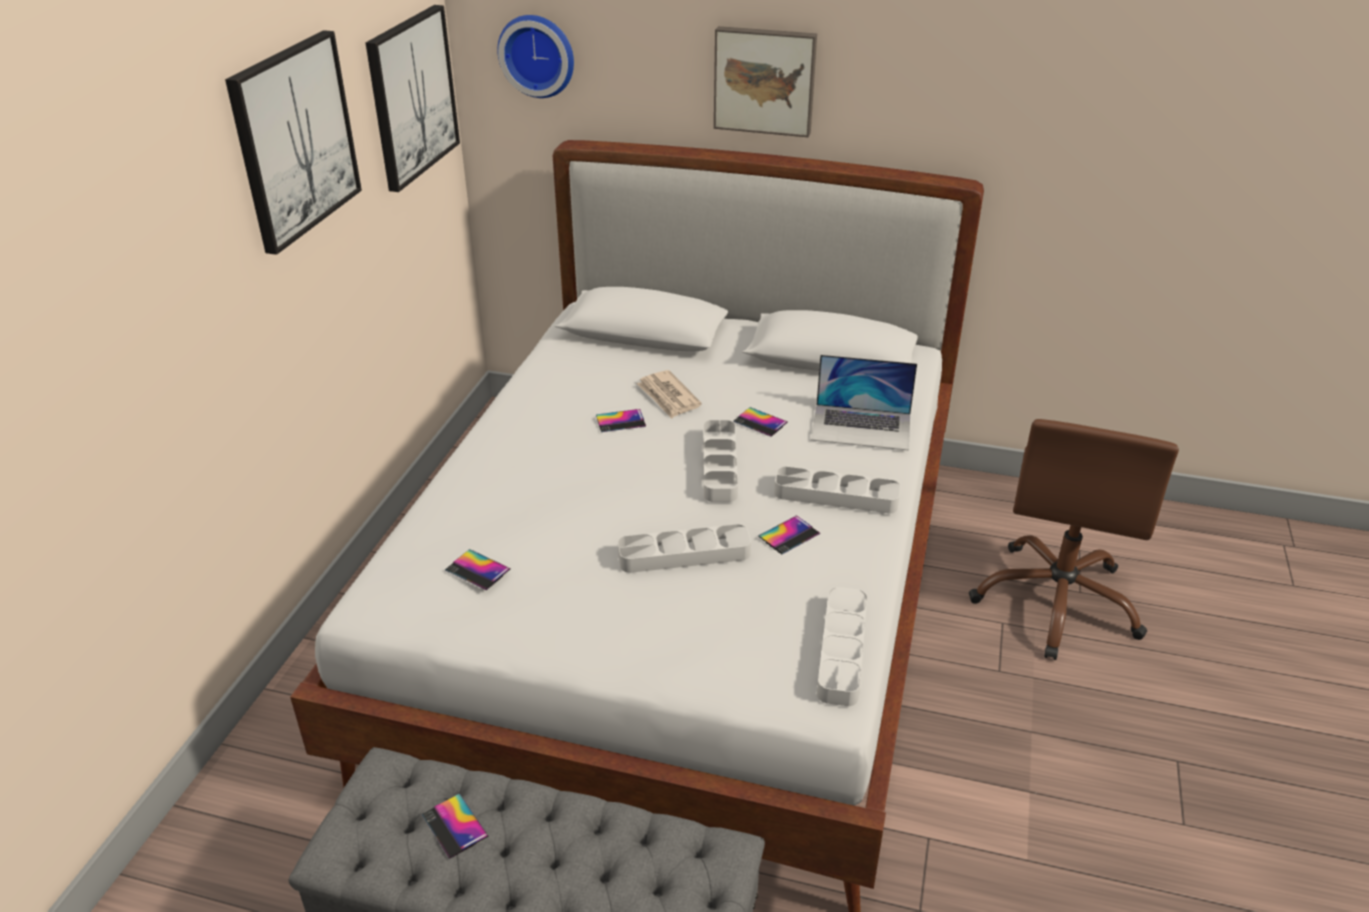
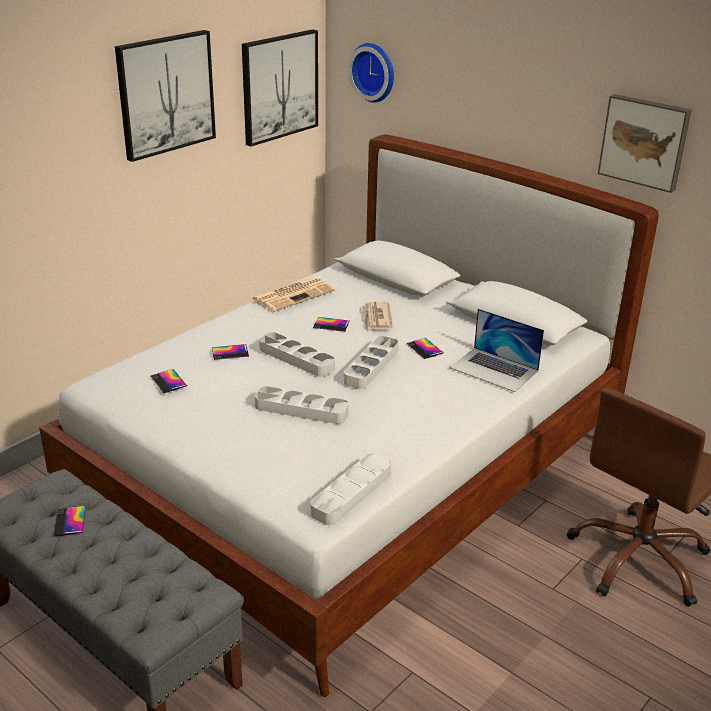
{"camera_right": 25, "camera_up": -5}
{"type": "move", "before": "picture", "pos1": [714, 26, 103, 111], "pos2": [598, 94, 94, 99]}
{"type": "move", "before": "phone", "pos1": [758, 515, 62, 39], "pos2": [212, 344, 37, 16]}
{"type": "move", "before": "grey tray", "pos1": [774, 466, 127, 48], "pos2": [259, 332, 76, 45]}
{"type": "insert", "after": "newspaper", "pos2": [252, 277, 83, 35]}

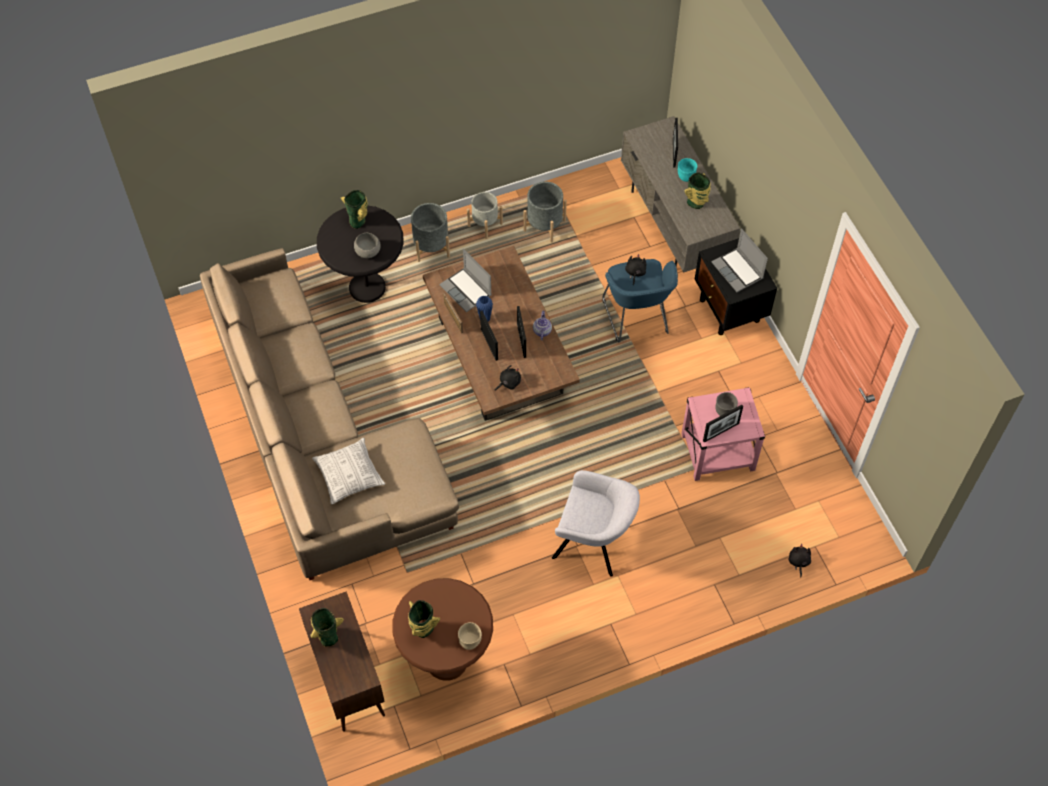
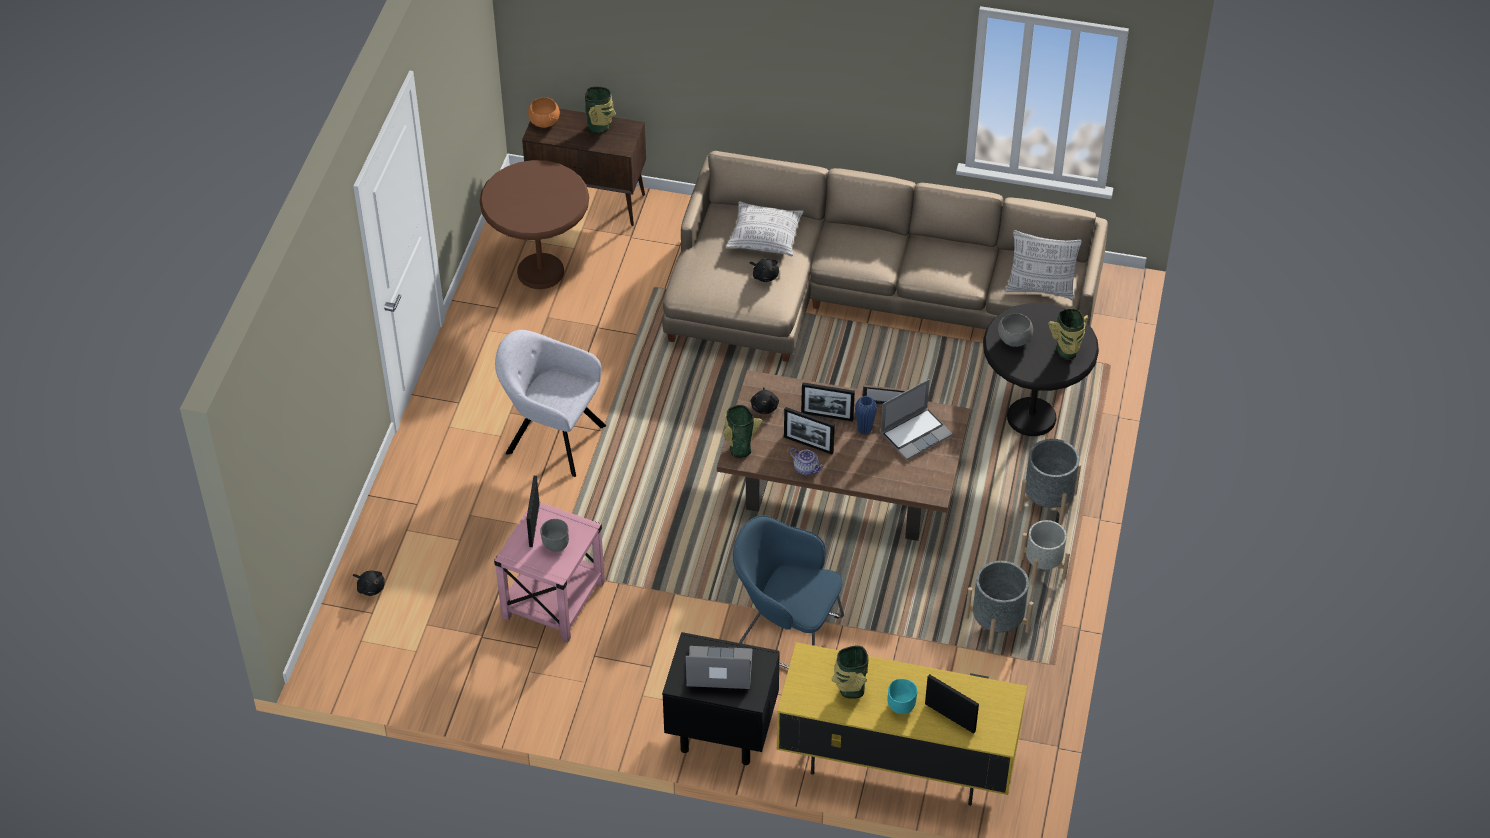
{"camera_right": 125, "camera_up": -10}
{"type": "move", "before": "vase", "pos1": [408, 600, 32, 38], "pos2": [723, 405, 39, 53]}
{"type": "rotate", "before": "laptop", "pos1": [439, 249, 52, 63], "pos2": [880, 379, 73, 81], "turn": 150}
{"type": "delete", "before": "beige bowl", "pos1": [458, 622, 24, 28]}
{"type": "rotate", "before": "grey armchair", "pos1": [552, 470, 88, 106], "pos2": [495, 330, 111, 147], "turn": 60}
{"type": "recolor", "before": "grey tv stand", "after": "yellow tv stand", "pos1": [621, 116, 119, 157], "pos2": [776, 642, 251, 164]}
{"type": "move", "before": "black plush toy", "pos1": [625, 254, 21, 31], "pos2": [750, 259, 29, 23]}
{"type": "insert", "after": "orange bowl", "pos2": [528, 97, 32, 31]}
{"type": "insert", "after": "pillow", "pos2": [1006, 230, 76, 70]}

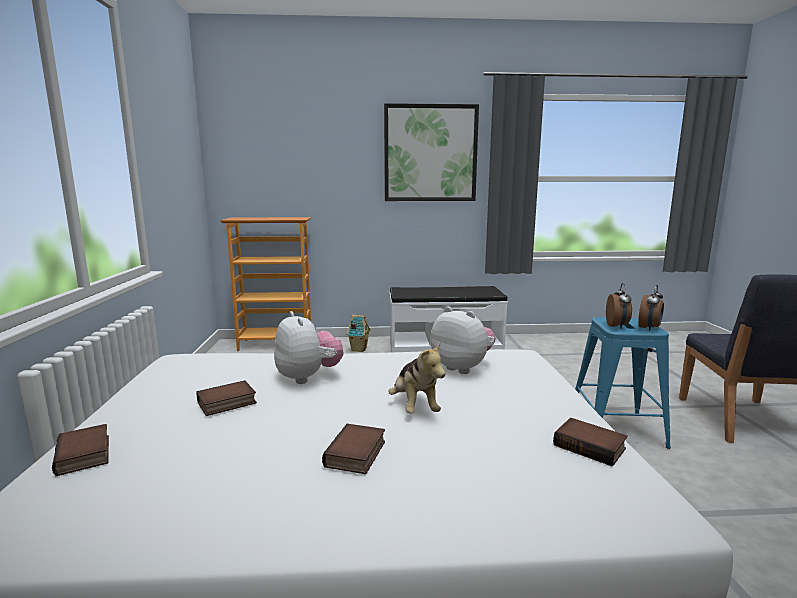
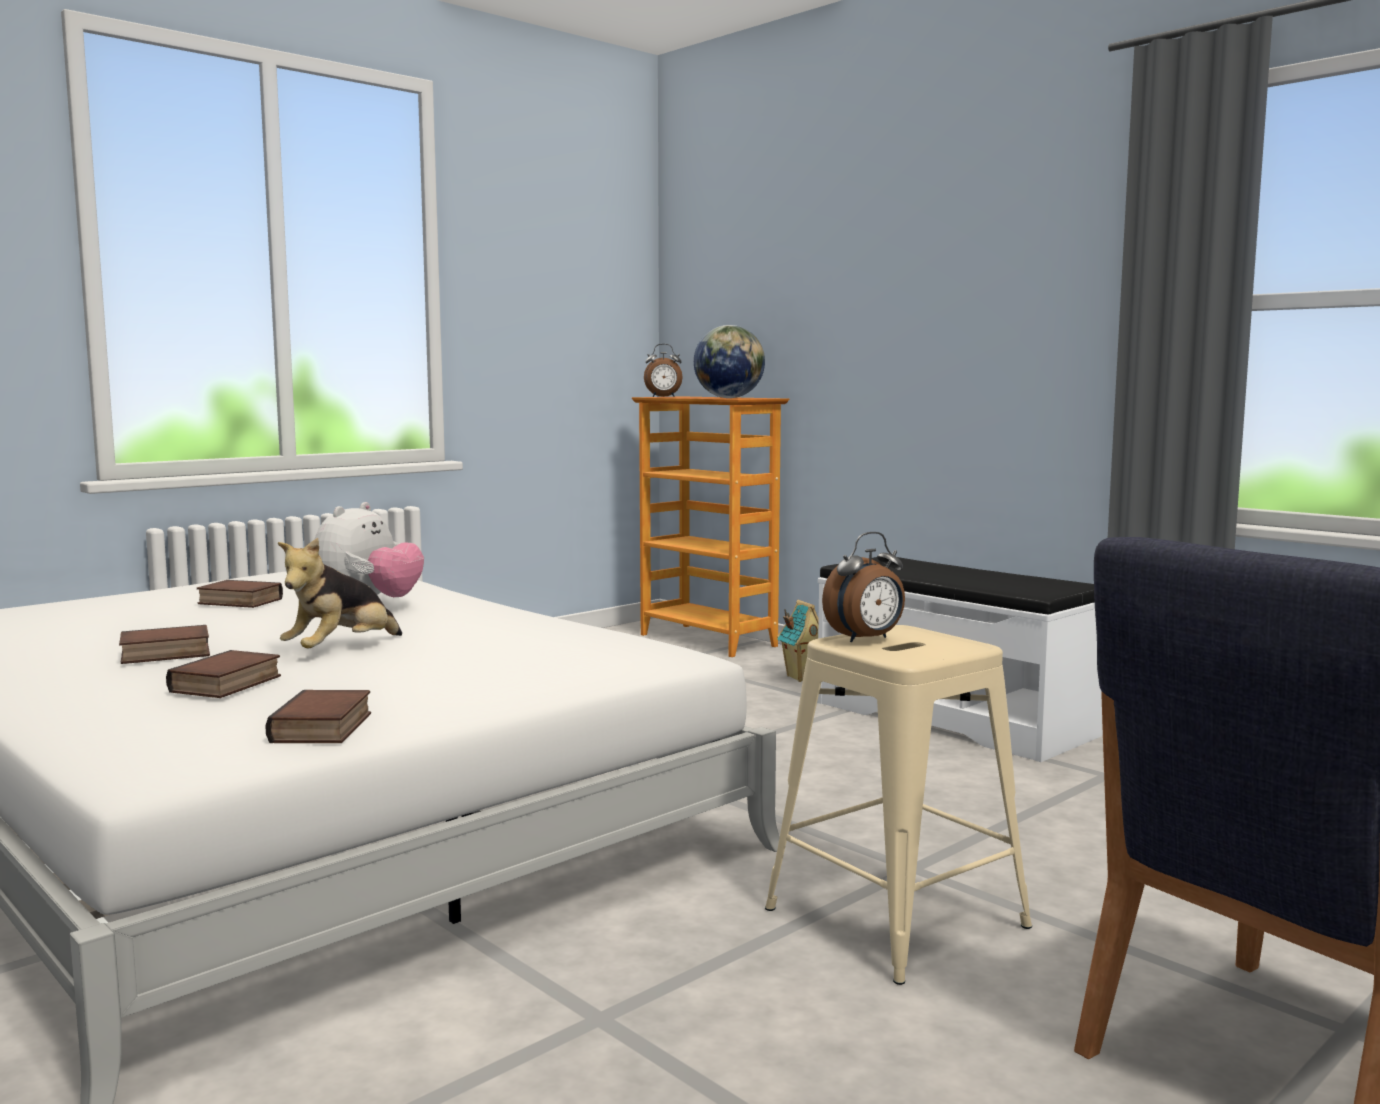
{"camera_right": 50, "camera_up": -5}
{"type": "move", "before": "book", "pos1": [52, 424, 57, 52], "pos2": [166, 650, 115, 48]}
{"type": "delete", "before": "picture", "pos1": [384, 103, 95, 98]}
{"type": "delete", "before": "plush toy", "pos1": [431, 307, 64, 67]}
{"type": "recolor", "before": "blue stool", "after": "beige stool", "pos1": [575, 317, 96, 132], "pos2": [765, 625, 267, 360]}
{"type": "move", "before": "alarm clock", "pos1": [638, 285, 26, 46], "pos2": [644, 344, 39, 53]}
{"type": "insert", "after": "globe", "pos2": [694, 325, 71, 73]}

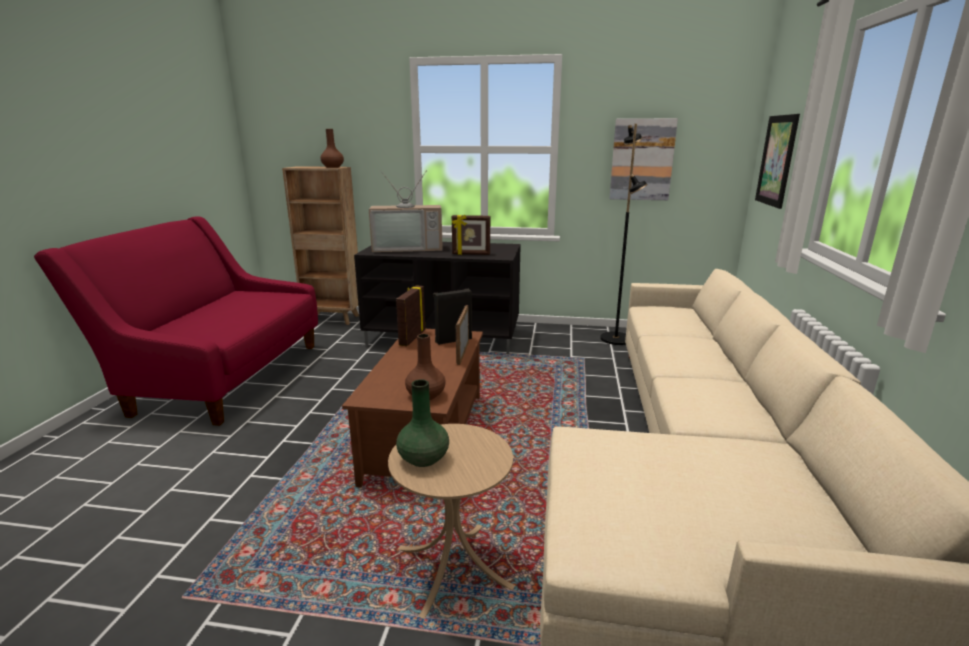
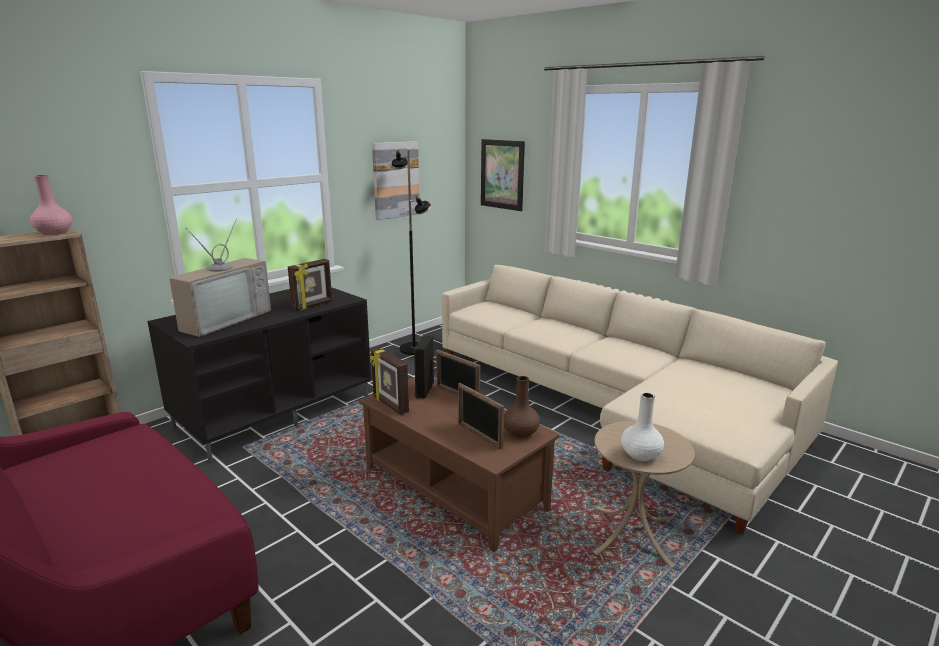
{"camera_right": -55, "camera_up": 0}
{"type": "recolor", "before": "brown vase", "after": "pink vase", "pos1": [320, 129, 24, 39], "pos2": [30, 175, 42, 60]}
{"type": "recolor", "before": "green vase", "after": "white vase", "pos1": [396, 379, 53, 88], "pos2": [621, 392, 43, 69]}
{"type": "insert", "after": "picture frame", "pos2": [458, 383, 46, 67]}

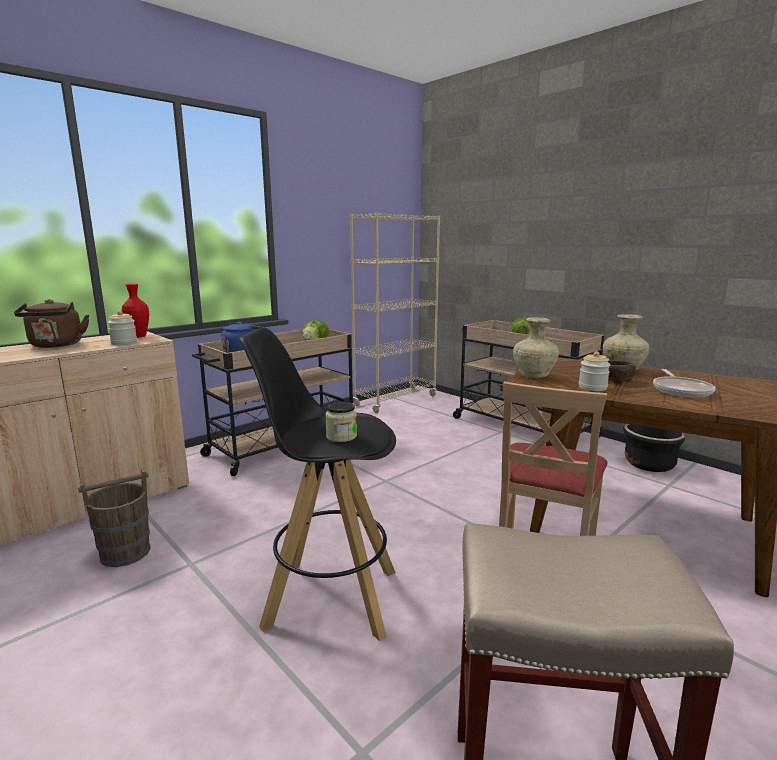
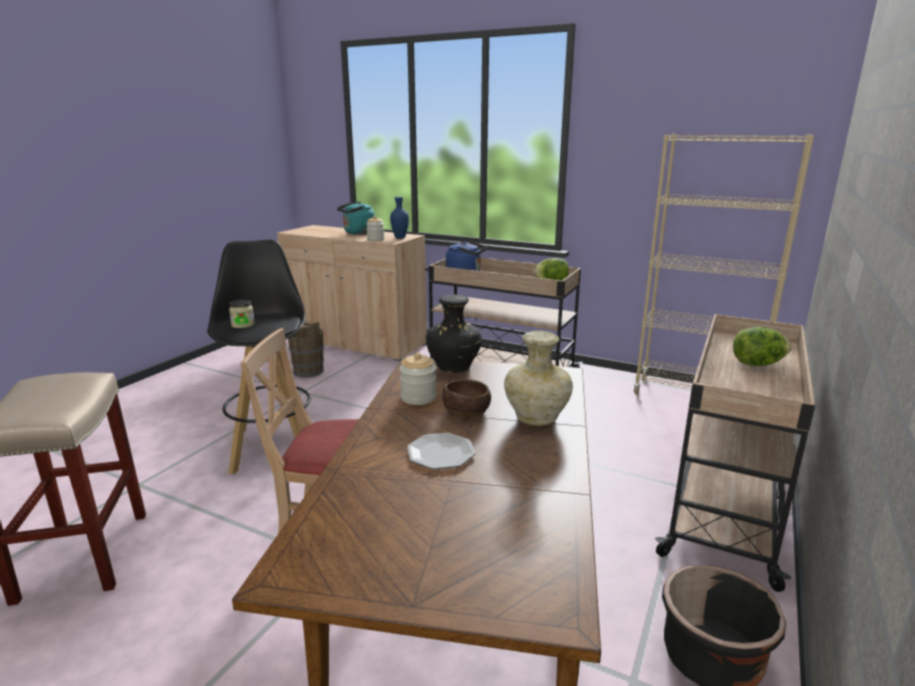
{"camera_right": 70, "camera_up": 5}
{"type": "recolor", "before": "brown kettle", "after": "turquoise kettle", "pos1": [14, 299, 75, 49], "pos2": [337, 202, 38, 32]}
{"type": "recolor", "before": "red vase", "after": "blue vase", "pos1": [121, 284, 28, 54], "pos2": [390, 197, 19, 42]}
{"type": "recolor", "before": "beige vase", "after": "black vase", "pos1": [513, 317, 46, 61], "pos2": [426, 295, 56, 78]}
{"type": "replace", "before": "frying pan", "after": "plate", "pos1": [653, 369, 63, 28], "pos2": [407, 433, 68, 36]}

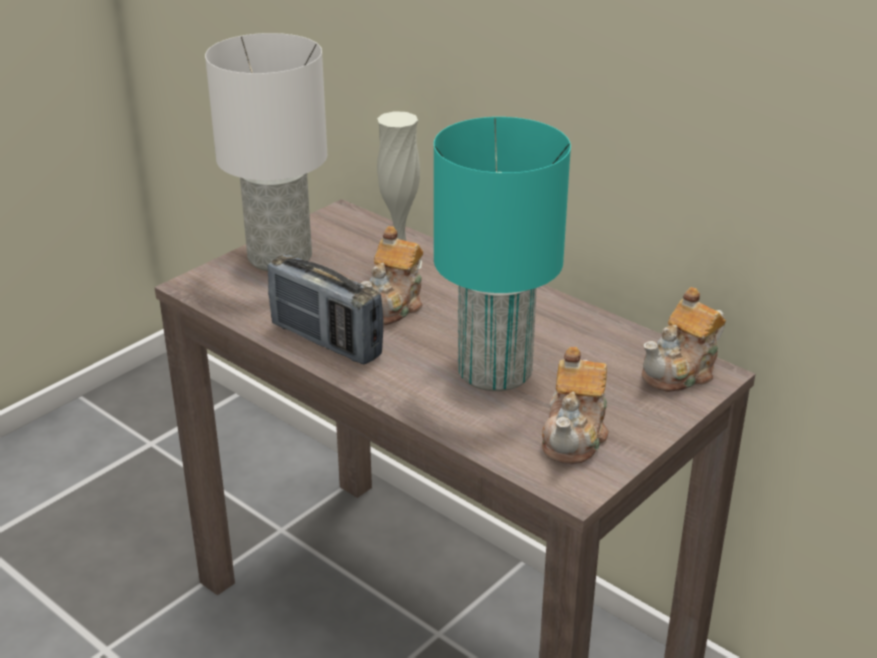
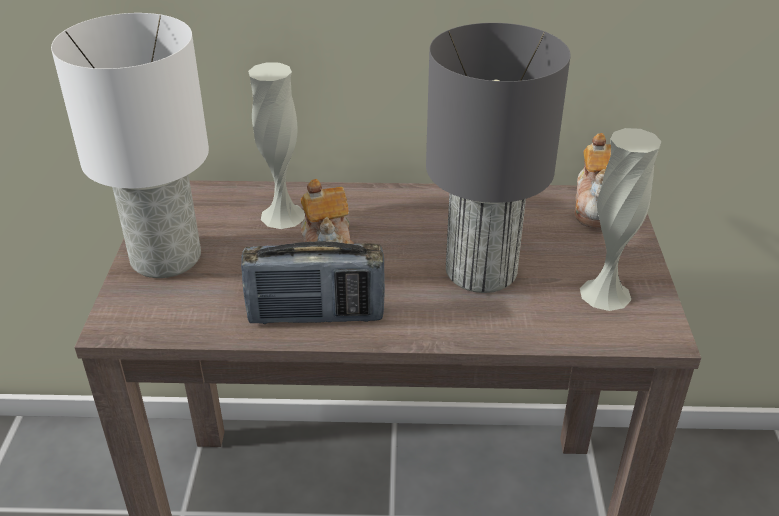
{"camera_right": -40, "camera_up": 5}
{"type": "recolor", "before": "turquoise table lamp", "after": "grey table lamp", "pos1": [434, 117, 137, 274], "pos2": [426, 23, 145, 270]}
{"type": "replace", "before": "teapot", "after": "white vase", "pos1": [542, 347, 67, 117], "pos2": [580, 128, 82, 183]}

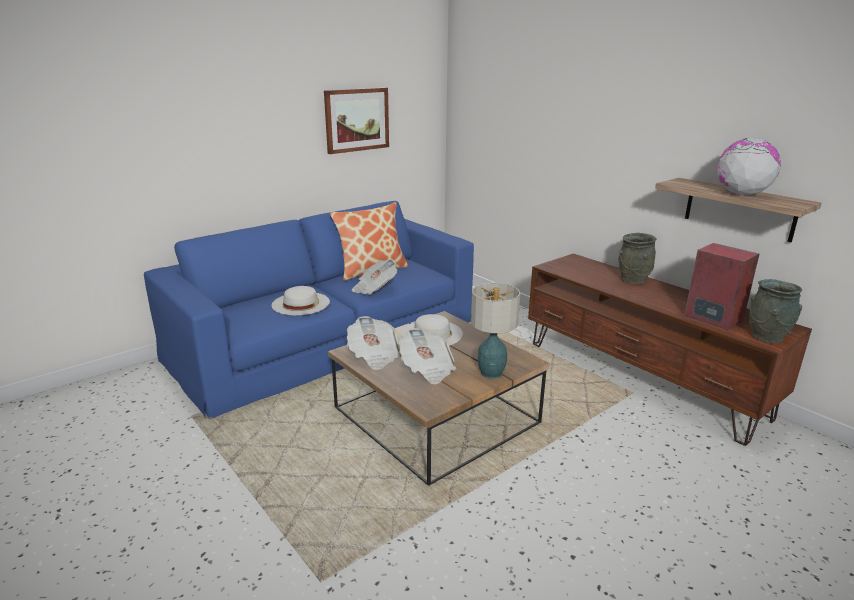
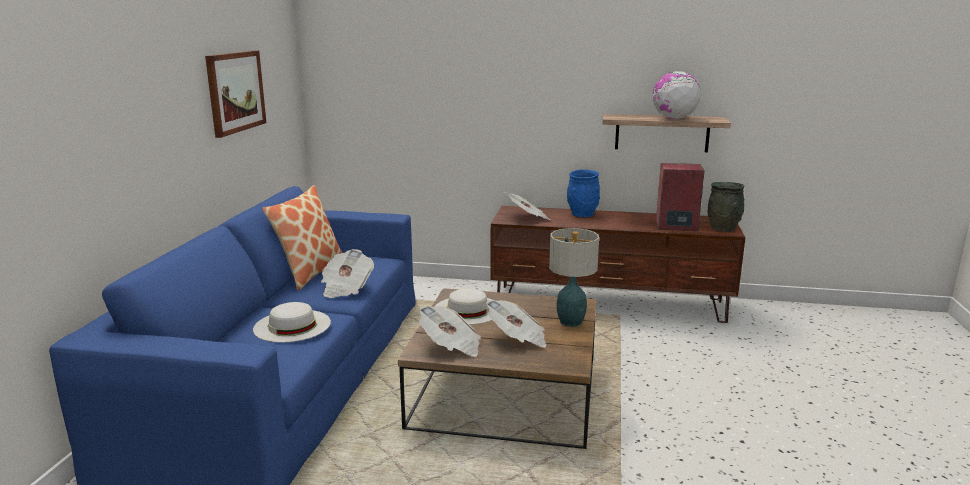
{"camera_right": -40, "camera_up": -5}
{"type": "recolor", "before": "grey vase", "after": "blue vase", "pos1": [618, 233, 39, 51], "pos2": [567, 169, 33, 48]}
{"type": "insert", "after": "newspaper", "pos2": [504, 192, 46, 28]}

